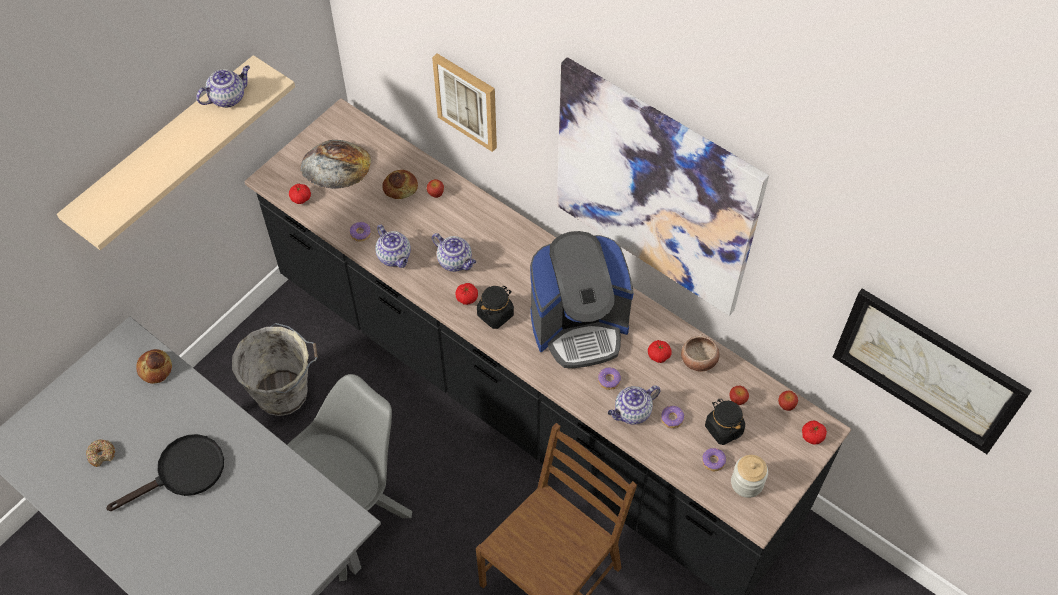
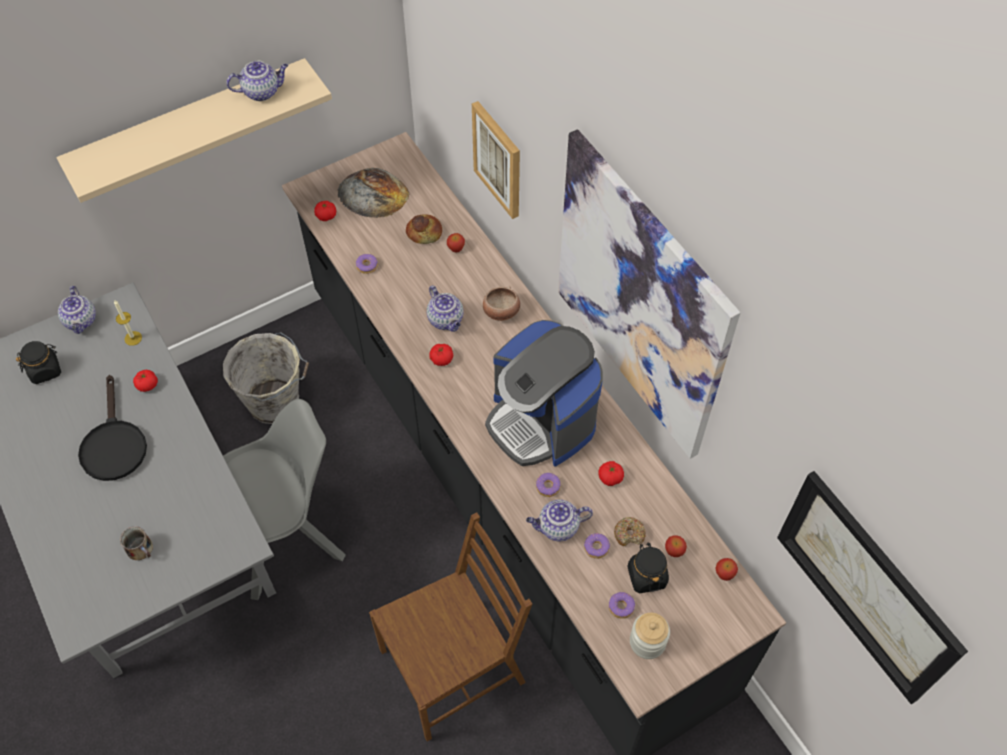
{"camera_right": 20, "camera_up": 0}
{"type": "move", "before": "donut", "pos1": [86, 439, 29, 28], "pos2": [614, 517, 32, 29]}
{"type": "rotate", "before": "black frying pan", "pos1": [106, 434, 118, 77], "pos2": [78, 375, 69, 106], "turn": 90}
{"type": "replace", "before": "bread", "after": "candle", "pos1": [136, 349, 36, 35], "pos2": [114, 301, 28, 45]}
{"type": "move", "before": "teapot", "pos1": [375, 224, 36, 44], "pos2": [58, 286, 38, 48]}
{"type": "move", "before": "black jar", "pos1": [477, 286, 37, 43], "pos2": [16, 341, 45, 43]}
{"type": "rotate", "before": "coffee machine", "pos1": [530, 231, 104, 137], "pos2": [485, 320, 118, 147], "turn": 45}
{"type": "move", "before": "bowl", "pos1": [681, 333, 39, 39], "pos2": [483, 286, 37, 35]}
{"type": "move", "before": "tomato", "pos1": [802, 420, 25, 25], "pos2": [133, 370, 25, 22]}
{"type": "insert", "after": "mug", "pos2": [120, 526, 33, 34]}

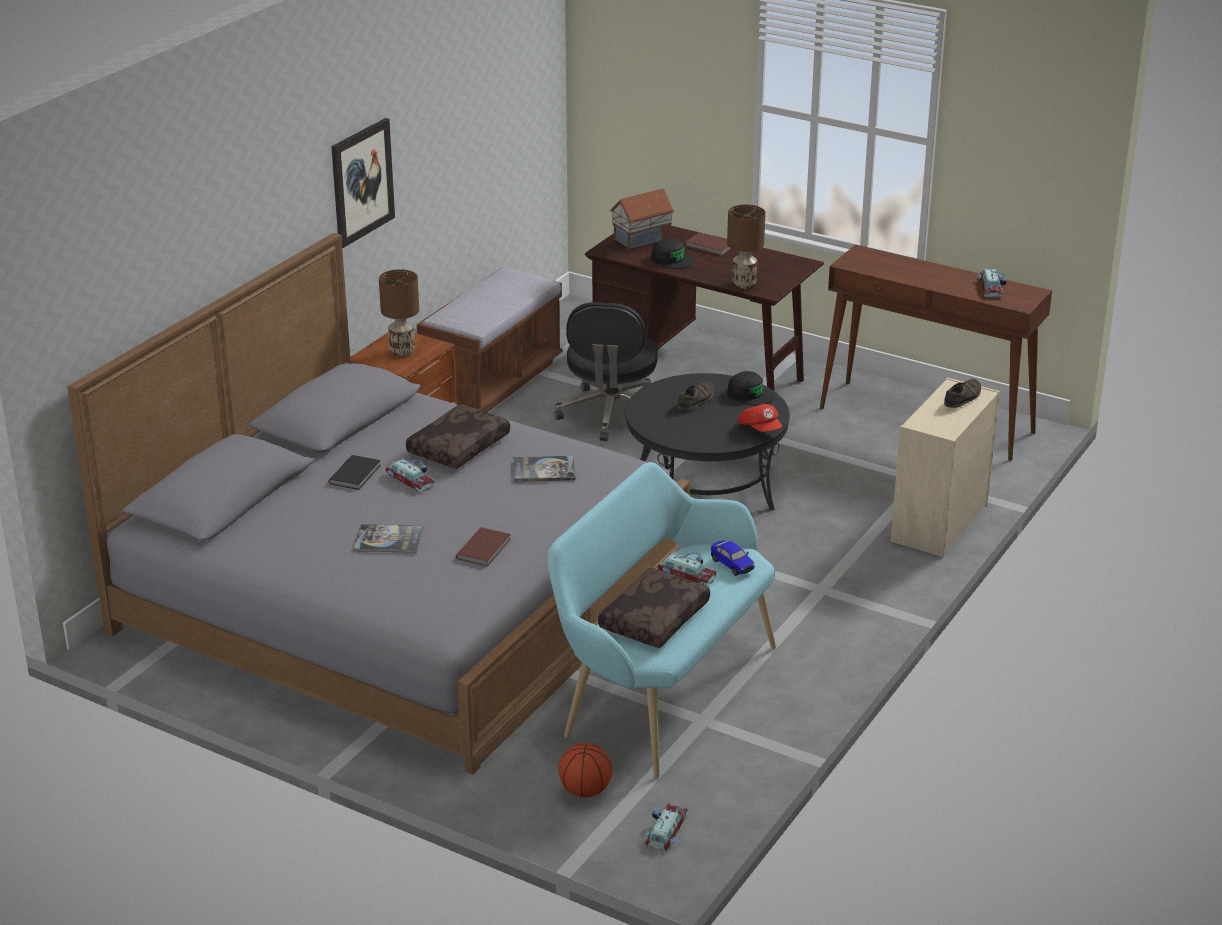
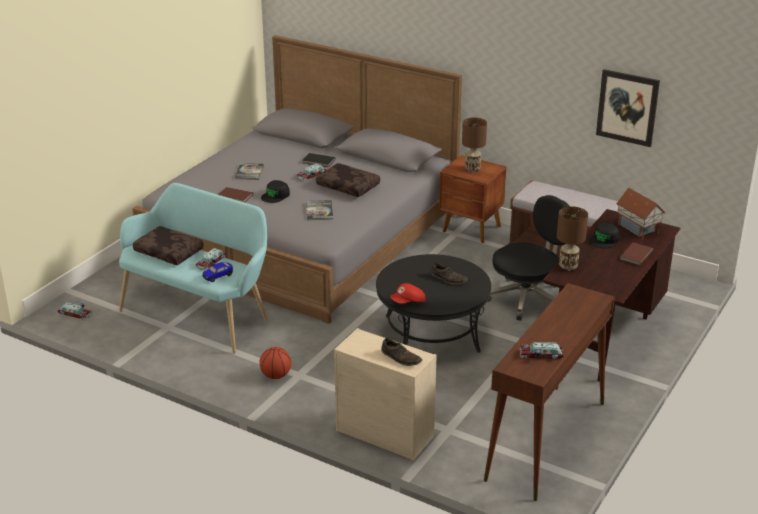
{"camera_right": 90, "camera_up": 0}
{"type": "move", "before": "picture", "pos1": [331, 118, 64, 130], "pos2": [596, 69, 64, 78]}
{"type": "rotate", "before": "black office chair", "pos1": [554, 302, 104, 139], "pos2": [487, 195, 84, 126], "turn": 135}
{"type": "move", "before": "basketball", "pos1": [558, 743, 54, 55], "pos2": [260, 347, 31, 32]}
{"type": "move", "before": "black cap", "pos1": [727, 371, 47, 35], "pos2": [261, 180, 29, 23]}

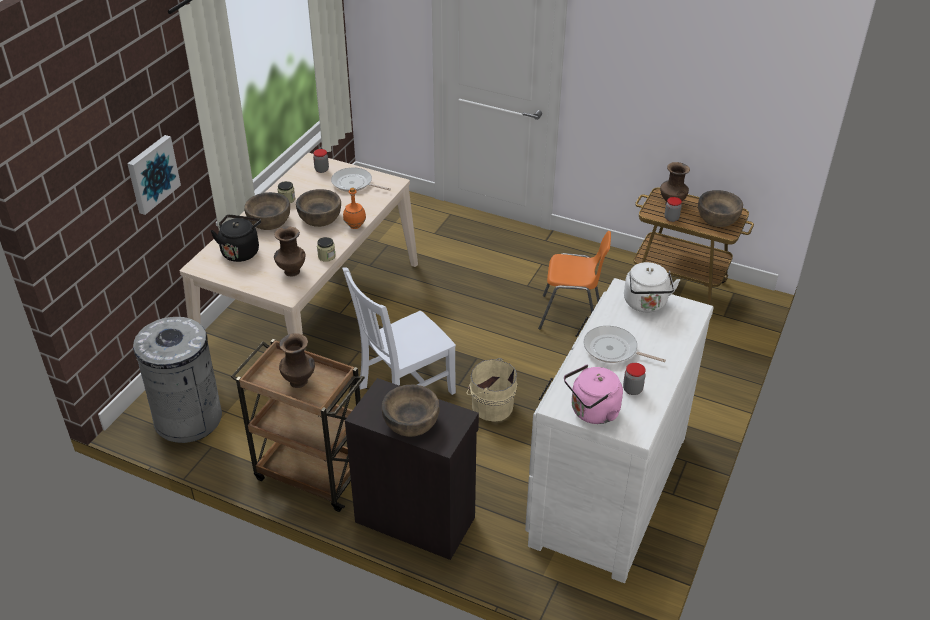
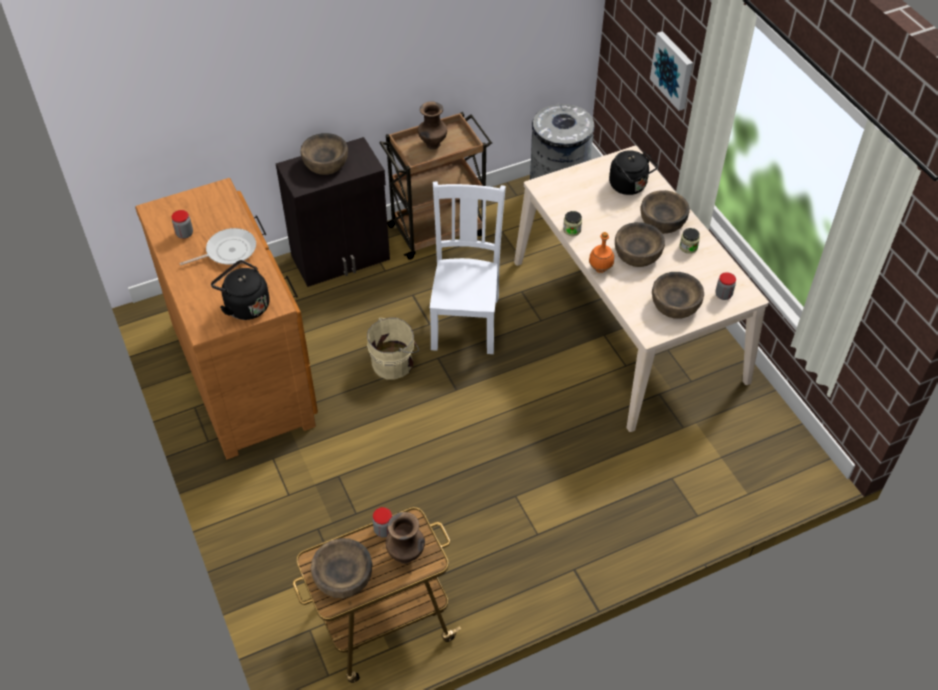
{"camera_right": 130, "camera_up": 10}
{"type": "delete", "before": "brown vase", "pos1": [274, 227, 31, 50]}
{"type": "replace", "before": "frying pan", "after": "brown bowl", "pos1": [331, 167, 60, 25], "pos2": [652, 272, 52, 47]}
{"type": "recolor", "before": "white dresser", "after": "brown dresser", "pos1": [525, 278, 189, 305], "pos2": [135, 178, 183, 281]}
{"type": "delete", "before": "orange chair", "pos1": [538, 231, 73, 99]}
{"type": "delete", "before": "pink kettle", "pos1": [564, 365, 59, 59]}
{"type": "recolor", "before": "white kettle", "after": "black kettle", "pos1": [624, 262, 56, 51], "pos2": [211, 260, 59, 60]}

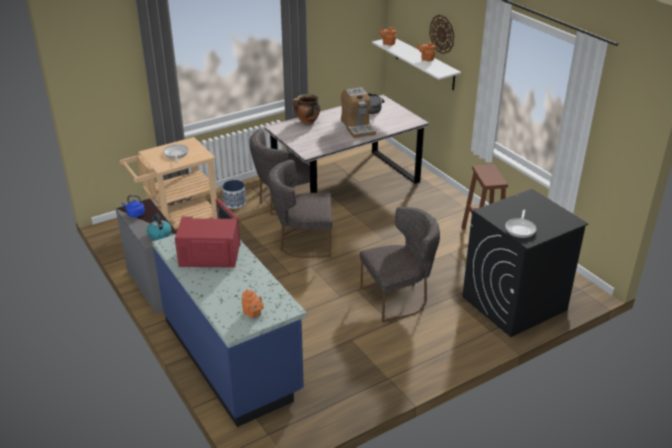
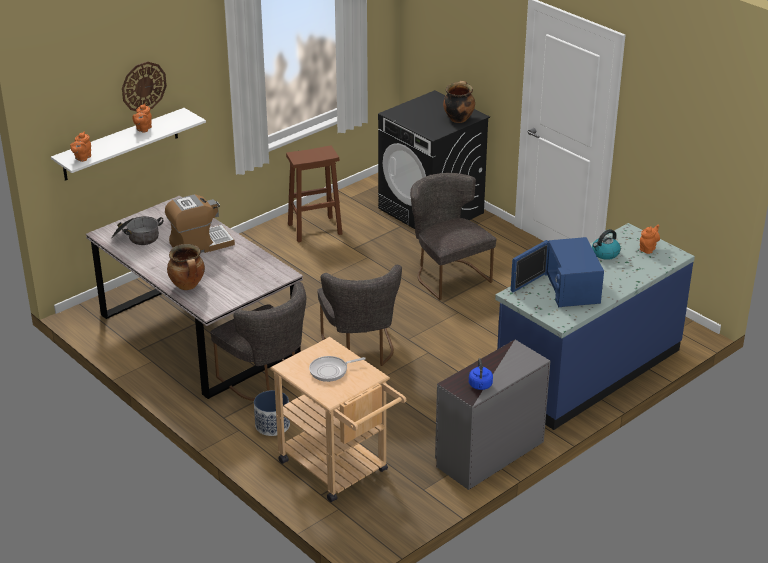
{"camera_right": -100, "camera_up": 0}
{"type": "move", "before": "kettle", "pos1": [147, 214, 25, 26], "pos2": [592, 229, 29, 31]}
{"type": "recolor", "before": "red microwave", "after": "blue microwave", "pos1": [175, 198, 66, 69], "pos2": [511, 237, 93, 70]}
{"type": "replace", "before": "frying pan", "after": "cooking pot", "pos1": [505, 210, 31, 28], "pos2": [443, 81, 32, 42]}

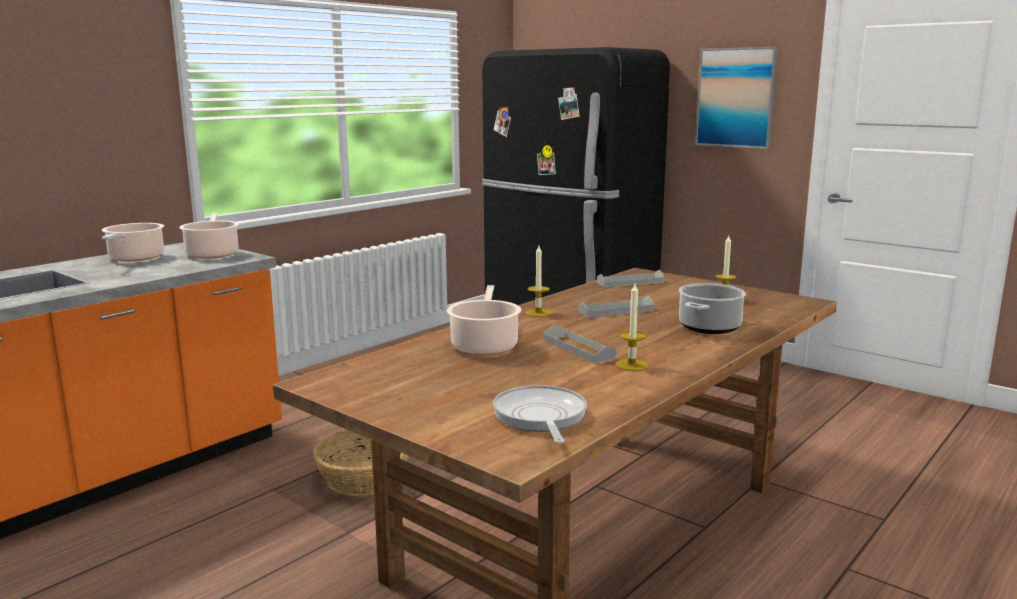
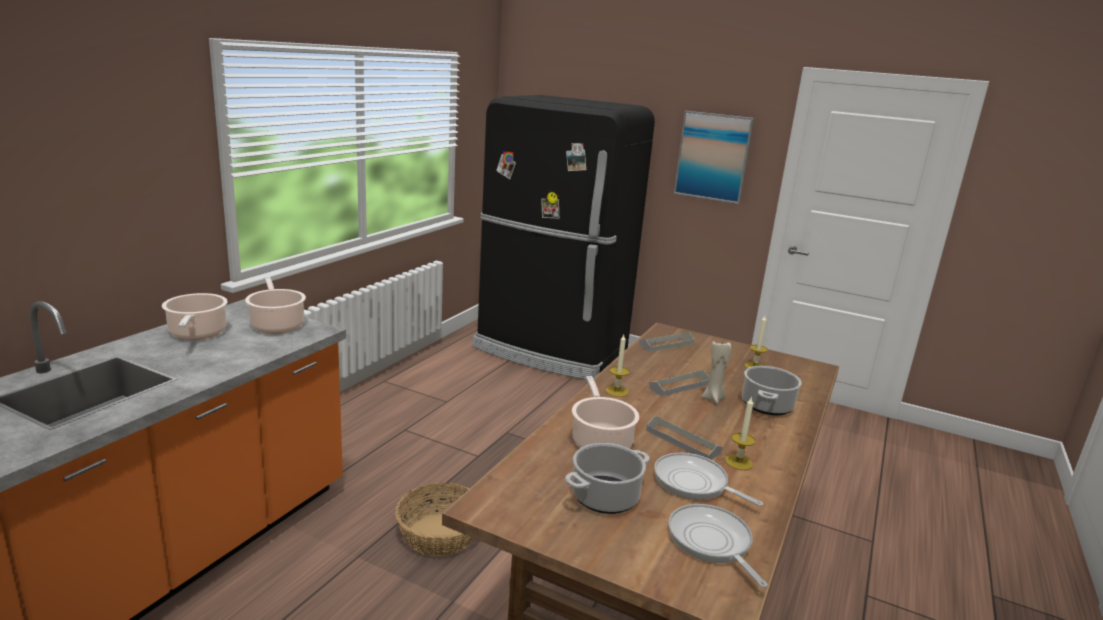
{"camera_right": -15, "camera_up": 5}
{"type": "insert", "after": "cooking pot", "pos2": [565, 443, 85, 71]}
{"type": "insert", "after": "frying pan", "pos2": [654, 453, 109, 53]}
{"type": "insert", "after": "beige candle", "pos2": [702, 340, 29, 64]}

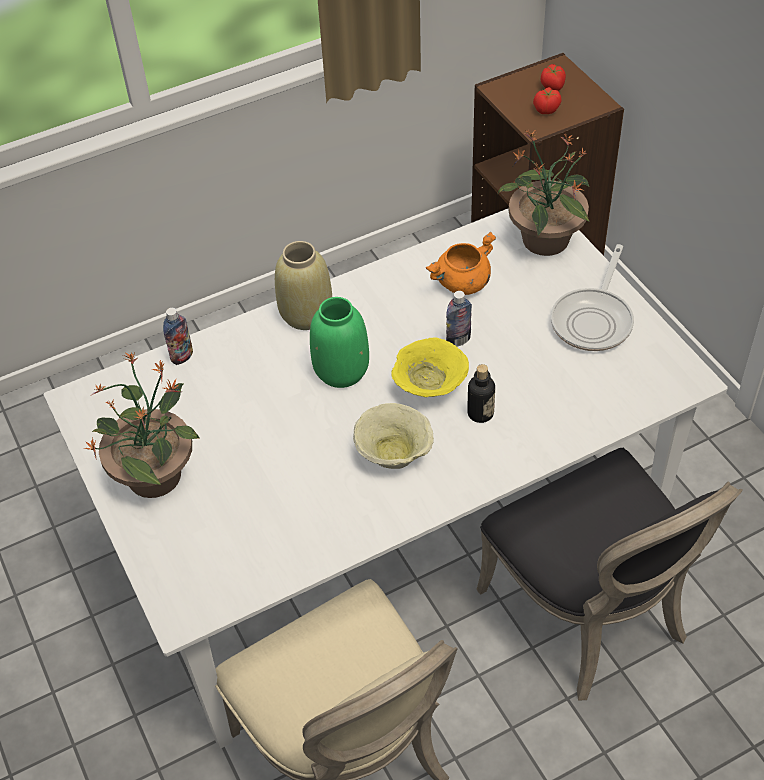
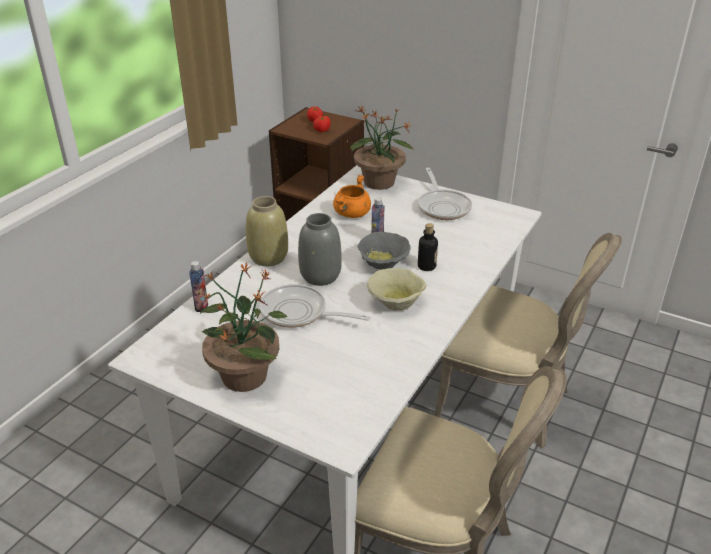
{"camera_right": -35, "camera_up": -15}
{"type": "recolor", "before": "green vase", "after": "grey vase", "pos1": [310, 297, 59, 91], "pos2": [298, 213, 44, 73]}
{"type": "recolor", "before": "yellow bowl", "after": "grey bowl", "pos1": [391, 337, 78, 60], "pos2": [358, 232, 53, 37]}
{"type": "recolor", "before": "black chair", "after": "beige chair", "pos1": [477, 448, 266, 253], "pos2": [434, 233, 188, 215]}
{"type": "insert", "after": "frying pan", "pos2": [259, 284, 112, 44]}

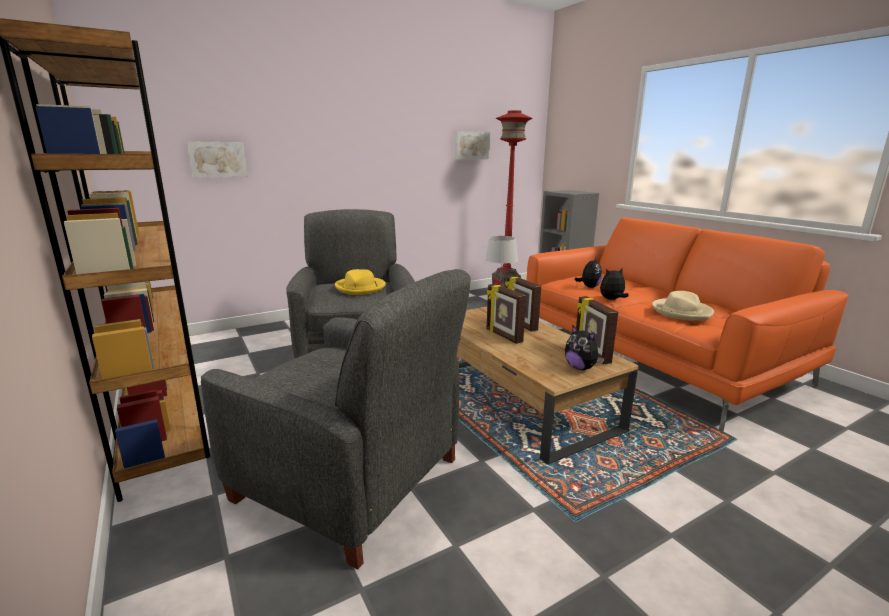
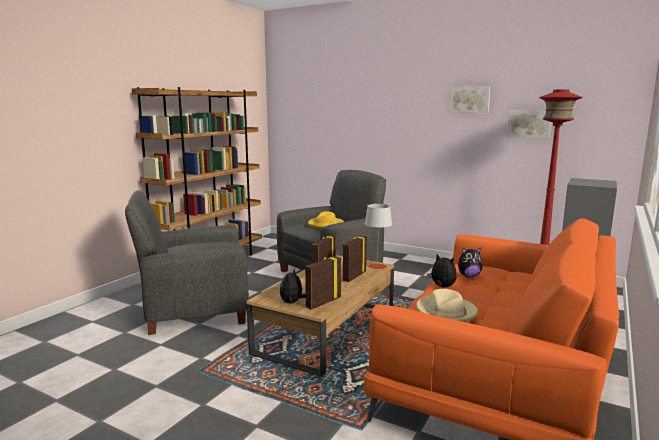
{"camera_right": 60, "camera_up": -5}
{"type": "move", "before": "picture", "pos1": [187, 141, 61, 37], "pos2": [450, 86, 40, 27]}
{"type": "rotate", "before": "grey armchair", "pos1": [201, 269, 270, 301], "pos2": [125, 190, 124, 145], "turn": 75}

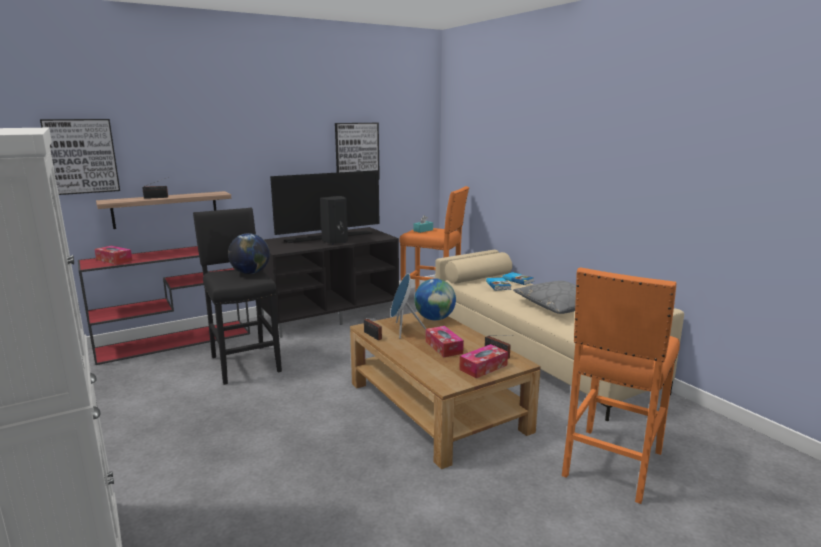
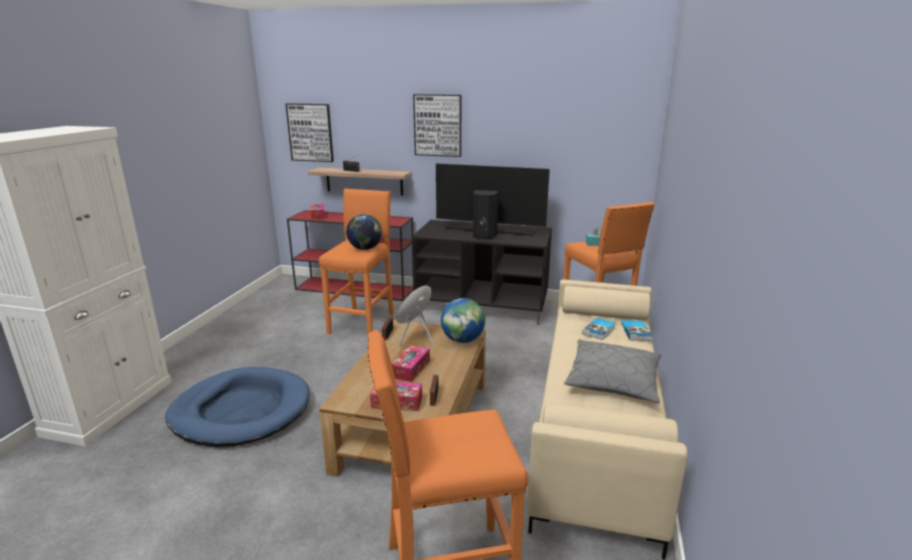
{"camera_right": 45, "camera_up": 5}
{"type": "recolor", "before": "black stool", "after": "orange stool", "pos1": [193, 207, 89, 178], "pos2": [319, 188, 75, 146]}
{"type": "move", "before": "picture", "pos1": [335, 123, 45, 56], "pos2": [413, 94, 48, 63]}
{"type": "insert", "after": "blue dog bed", "pos2": [165, 367, 144, 80]}

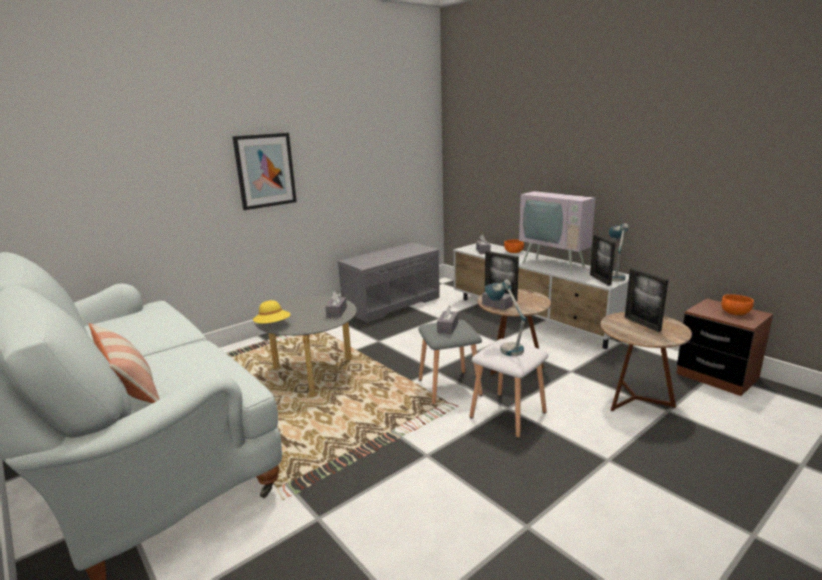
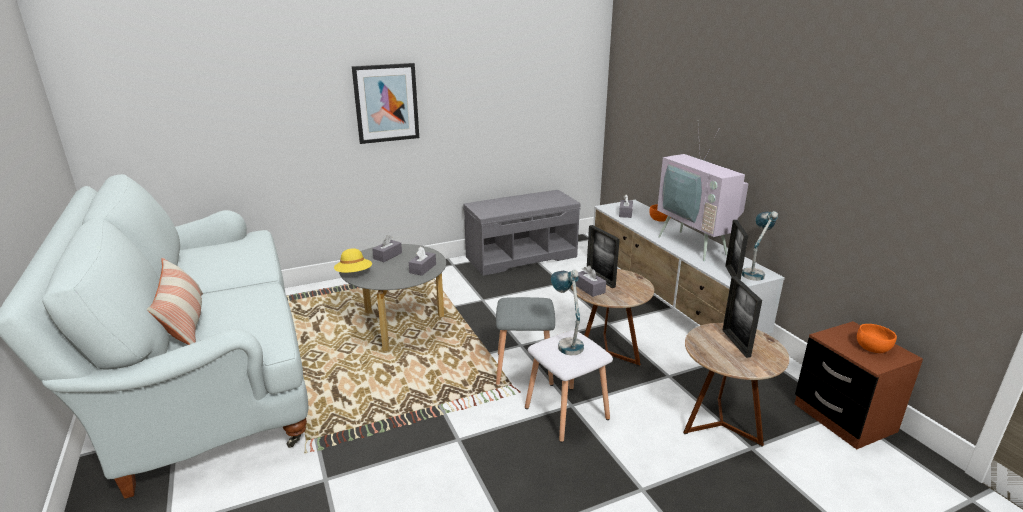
{"camera_right": 15, "camera_up": 5}
{"type": "move", "before": "grey tissue box", "pos1": [437, 305, 21, 29], "pos2": [372, 235, 30, 27]}

